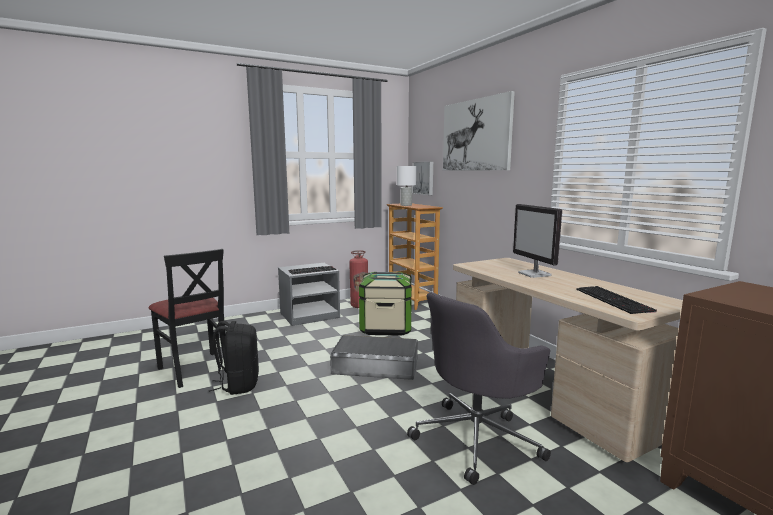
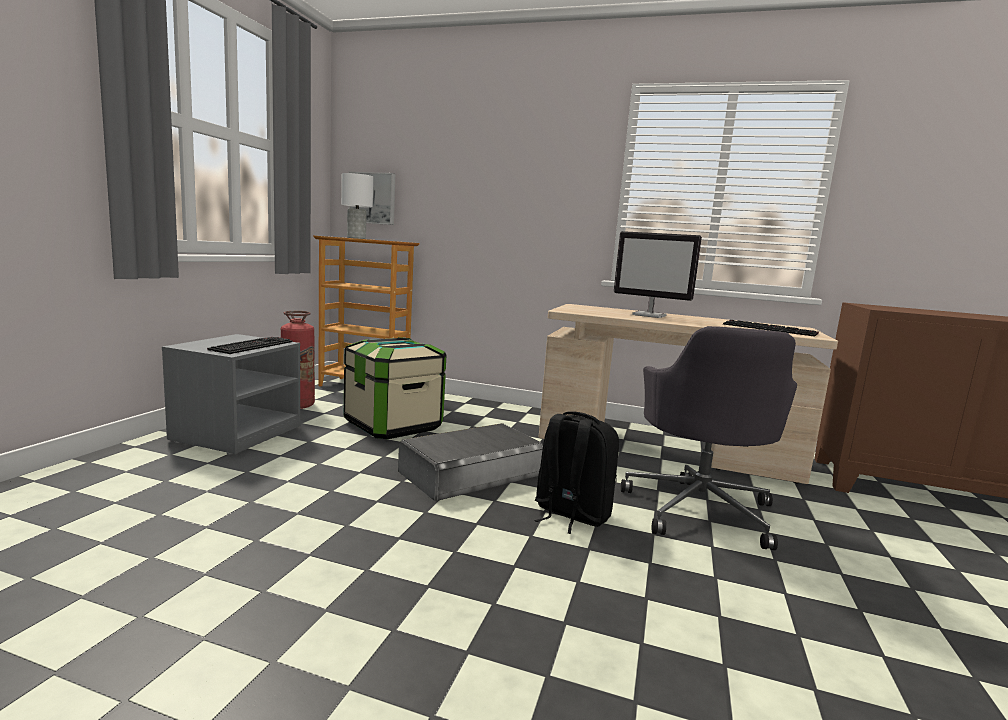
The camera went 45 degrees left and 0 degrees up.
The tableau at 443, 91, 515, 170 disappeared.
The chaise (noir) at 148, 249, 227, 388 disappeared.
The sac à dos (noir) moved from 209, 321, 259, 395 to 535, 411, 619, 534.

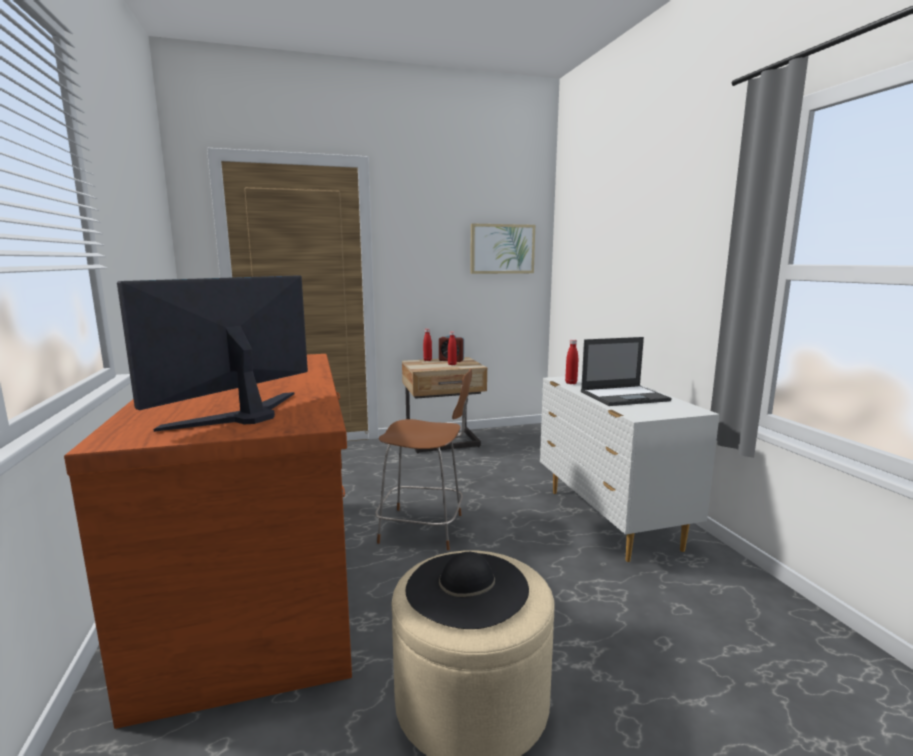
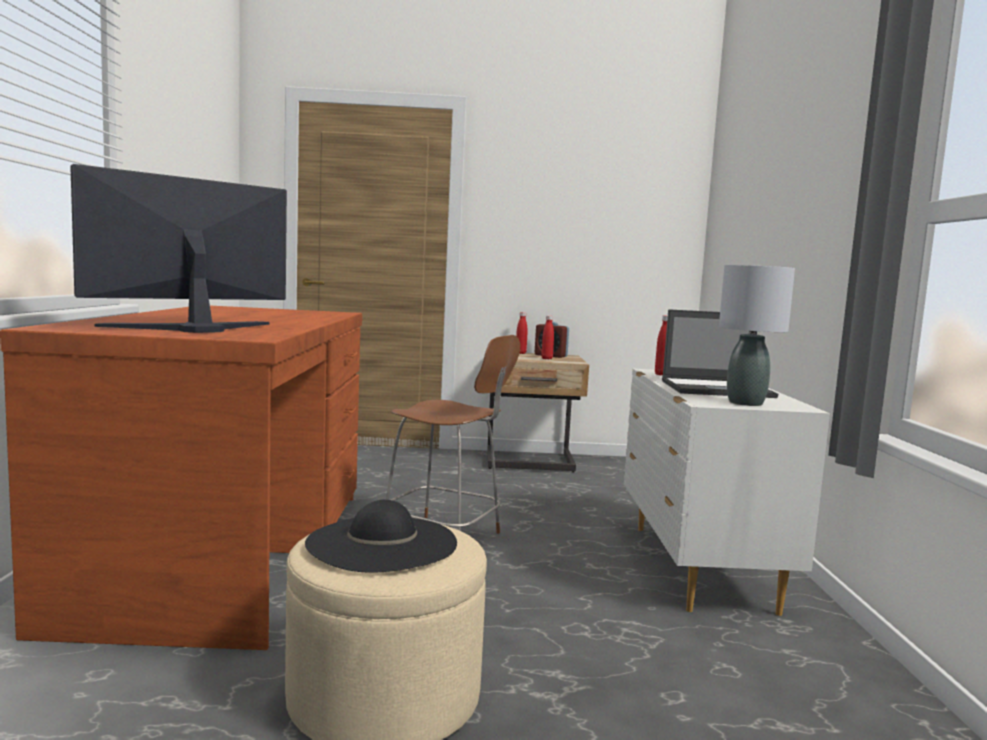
The camera went 15 degrees right and 5 degrees down.
The tableau at 470, 224, 535, 274 disappeared.
The lampe de table (gris) at 719, 265, 795, 406 appeared.

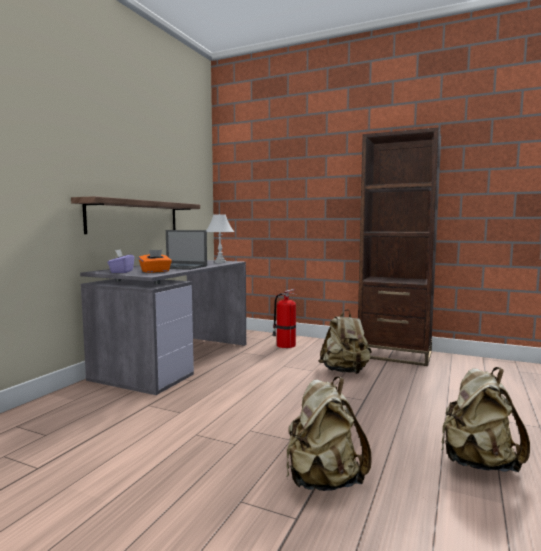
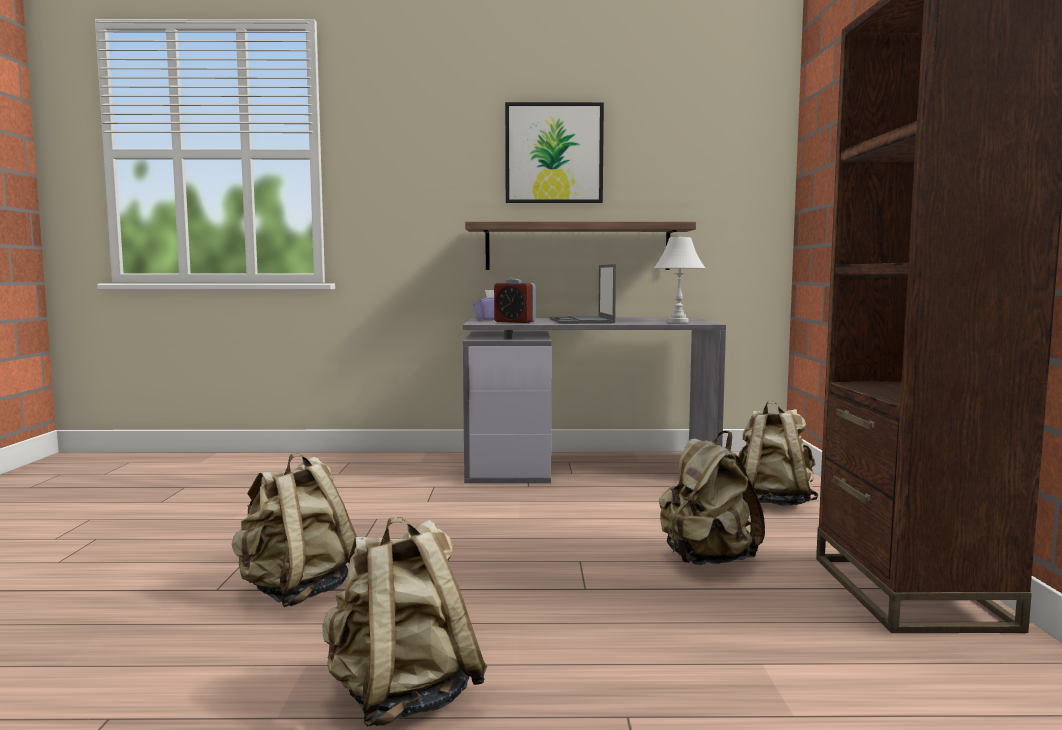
The camera went 65 degrees right and 0 degrees up.
The boîte à mouchoirs (orange) at 139, 250, 172, 273 was replaced by the réveil at 494, 279, 536, 323.
The extincteur at 272, 289, 297, 348 was replaced by the sac à dos (beige) at 738, 401, 818, 506.
The tableau at 505, 102, 604, 203 appeared.

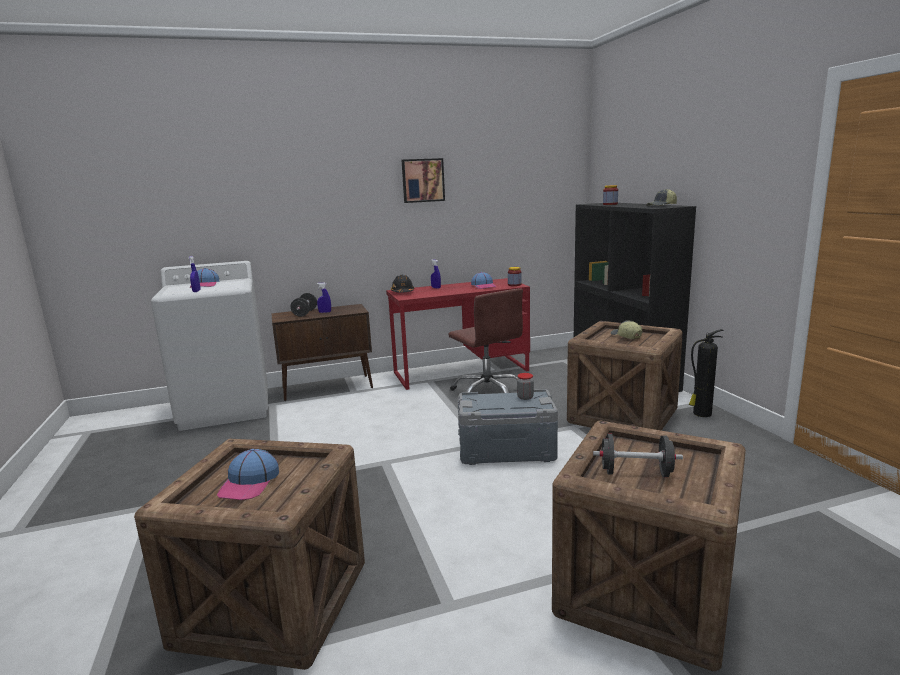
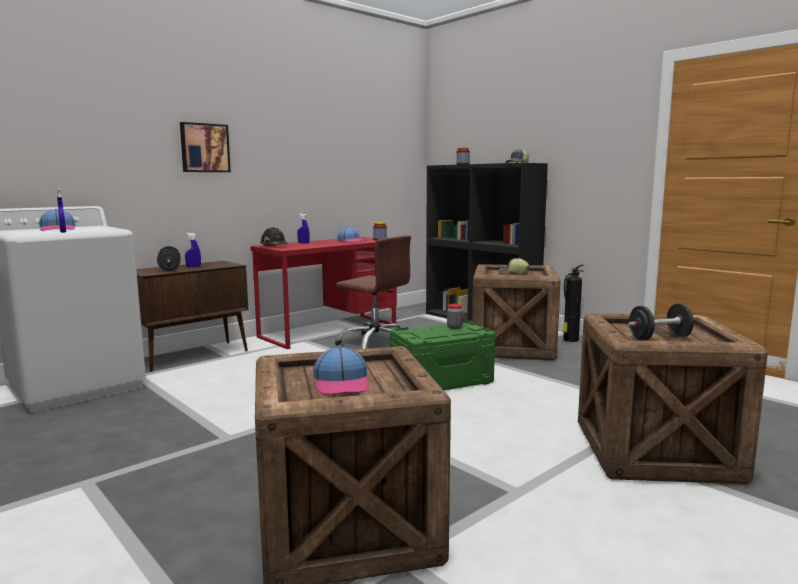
The camera went 25 degrees left and 5 degrees down.
The tableau moved from 402, 158, 445, 203 to 180, 122, 231, 172.
The boîte de rangement (gris) at 458, 389, 558, 465 became the boîte de rangement (vert) at 390, 320, 495, 390.

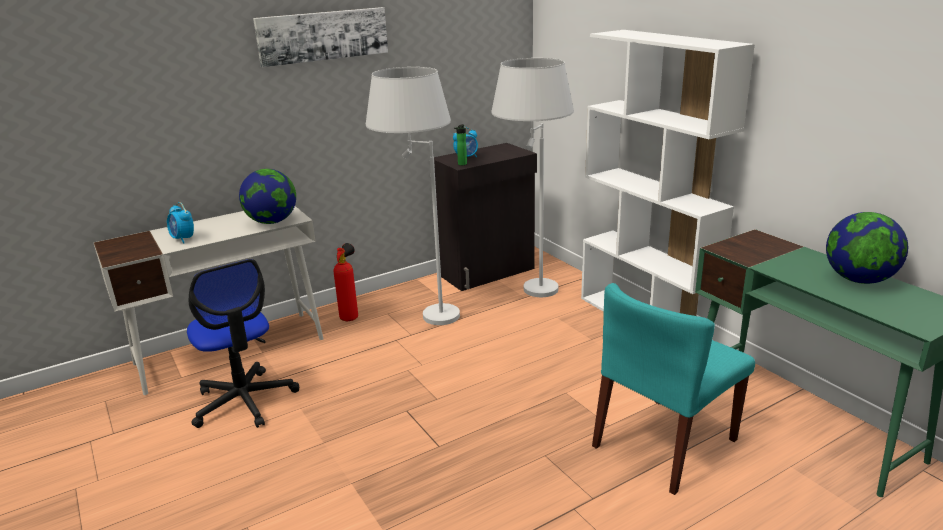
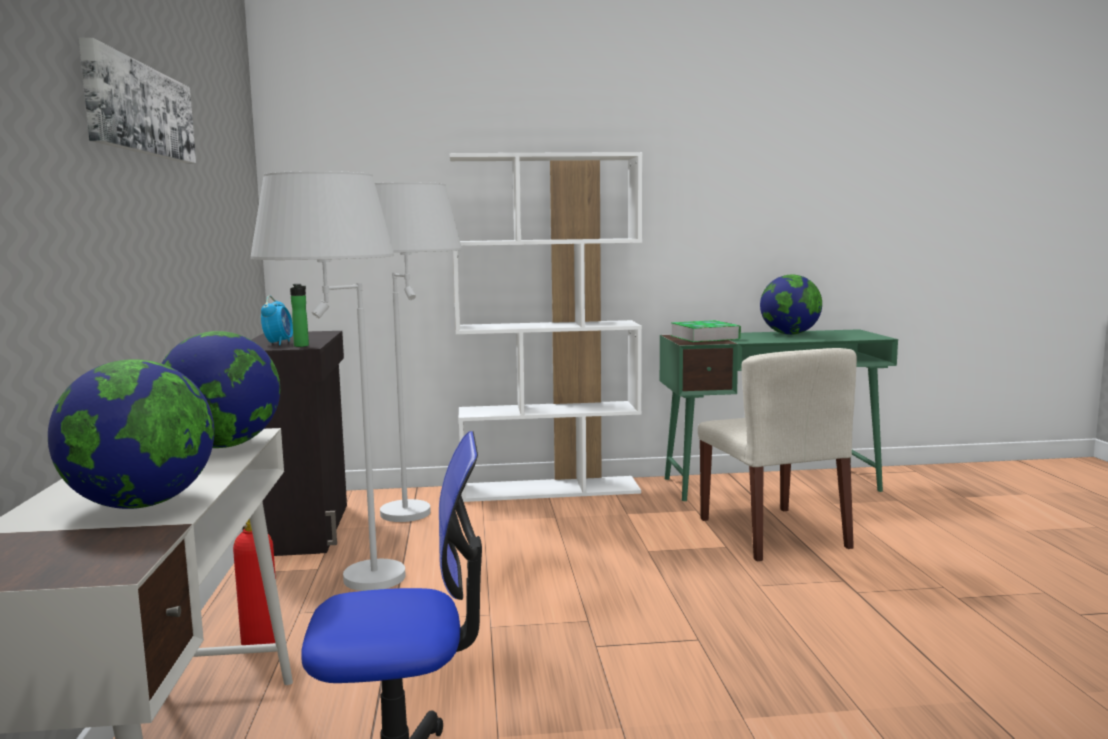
The camera went 65 degrees left and 15 degrees down.
The réveil at 167, 202, 194, 244 was replaced by the globe at 48, 359, 214, 509.
The chaise (turquoise) at 592, 283, 755, 495 became the chaise (beige) at 698, 348, 857, 561.
The livre at 671, 320, 741, 342 appeared.

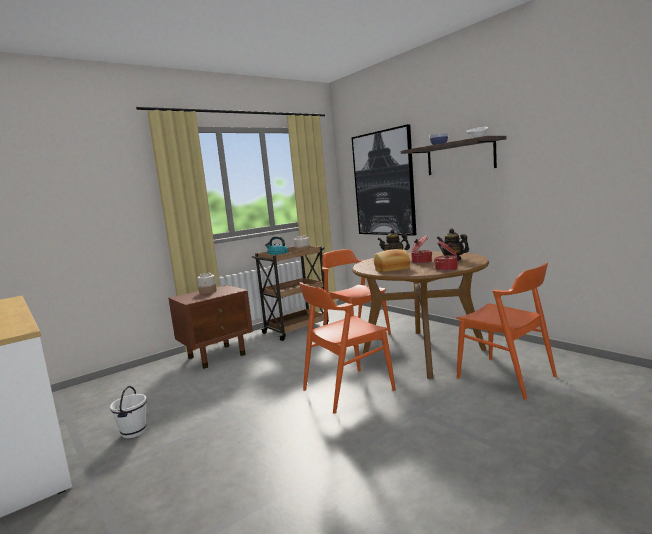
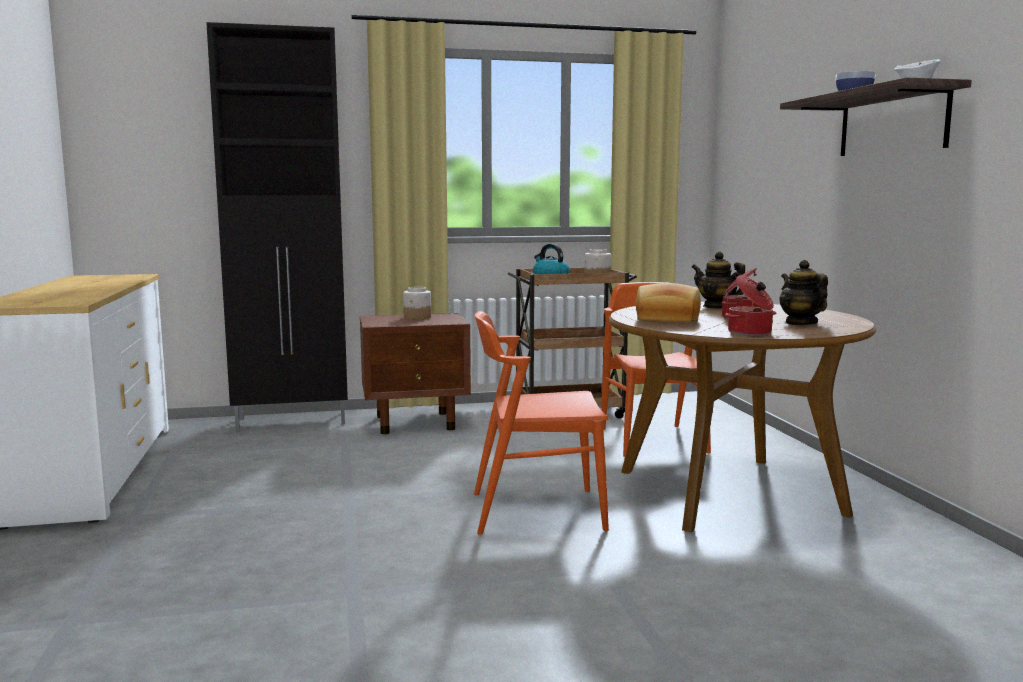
The camera went 25 degrees right and 0 degrees up.
The tableau at 352, 124, 416, 236 disappeared.
The chaise (orange) at 457, 263, 557, 400 disappeared.
The seau (blanc) at 110, 386, 147, 438 disappeared.
The meuble de rangement (noir) at 206, 22, 348, 430 appeared.

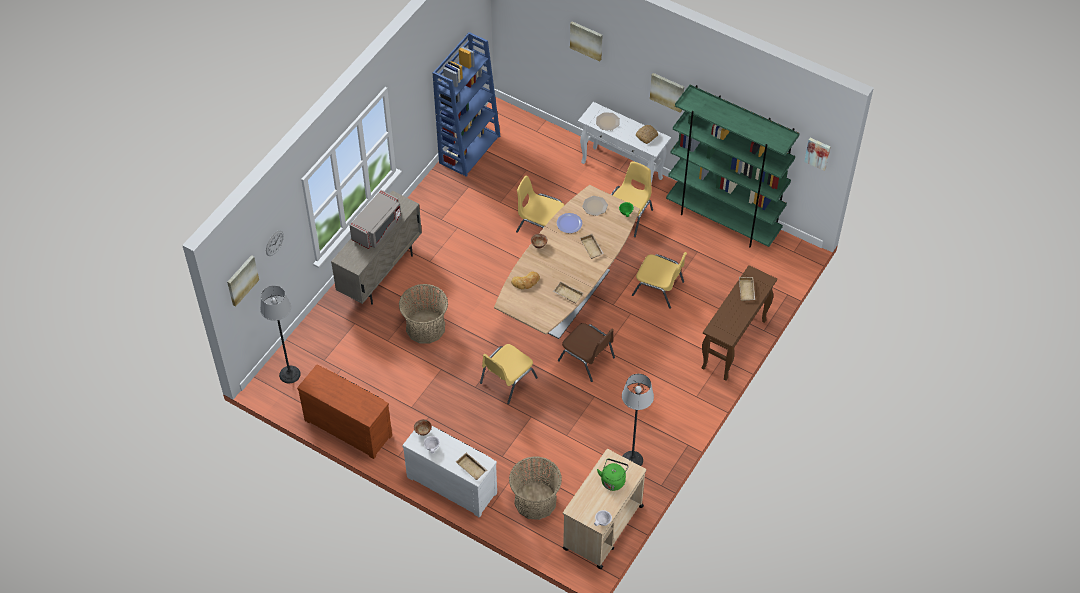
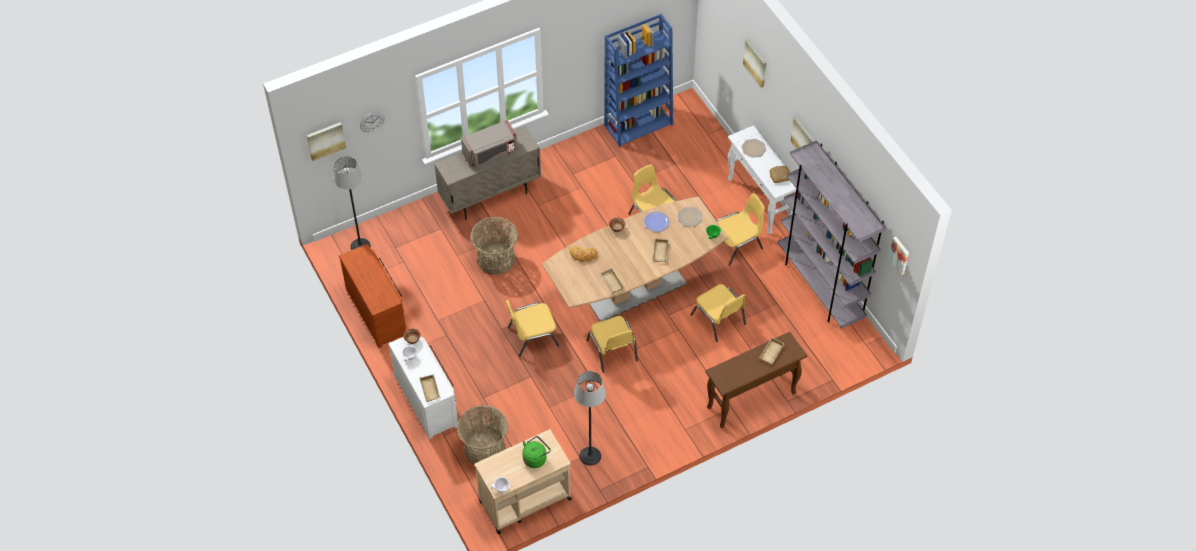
The camera went 30 degrees right and 0 degrees up.
The bibliothèque (vert) at 666, 85, 800, 247 became the bibliothèque (gris) at 778, 140, 886, 329.
The chaise (marron) at 558, 323, 615, 382 became the chaise (jaune) at 586, 316, 638, 372.

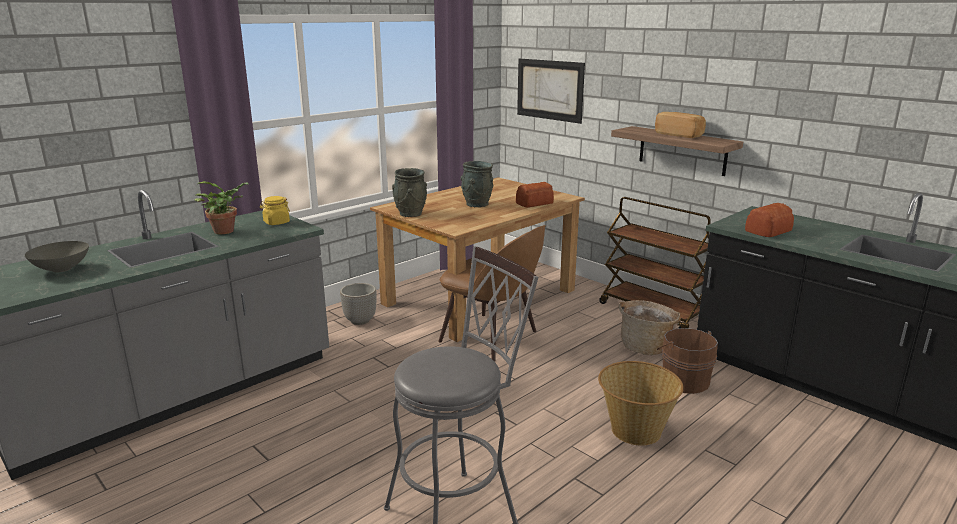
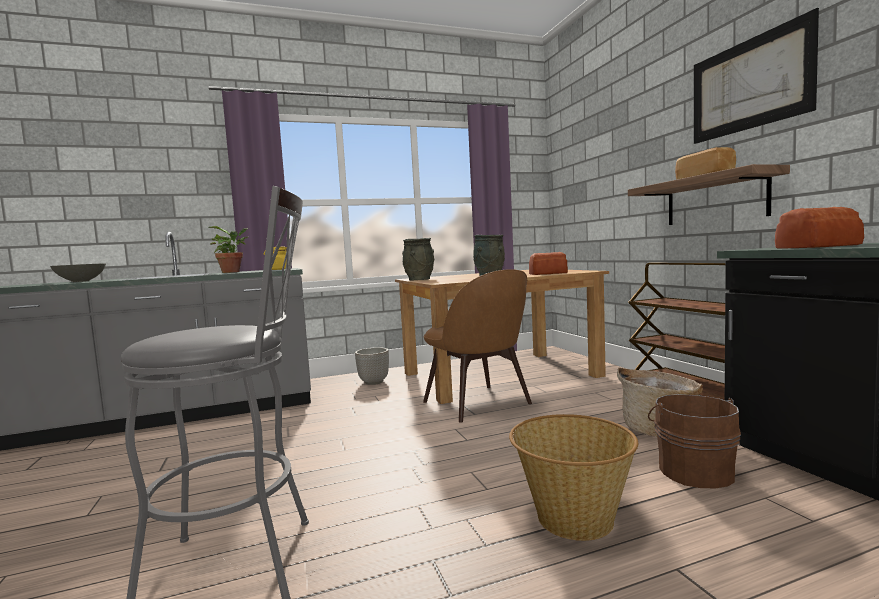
The camera went 25 degrees right and 15 degrees down.
The tableau moved from 517, 59, 585, 124 to 694, 8, 819, 144.

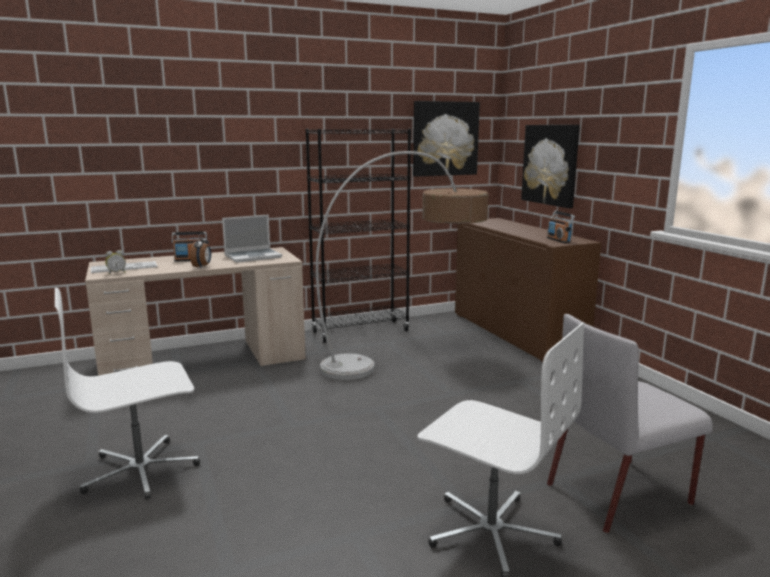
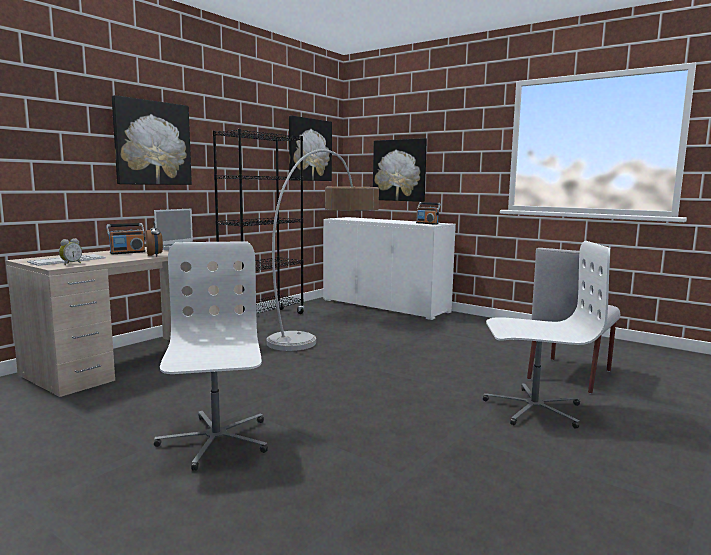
The camera went 30 degrees left and 5 degrees down.
The meuble de rangement (marron) at 455, 218, 601, 362 became the meuble de rangement (blanc) at 323, 217, 456, 320.
The chaise de bureau (blanc) at 55, 288, 200, 500 turned 135 degrees clockwise.
The tableau at 112, 95, 192, 185 appeared.

